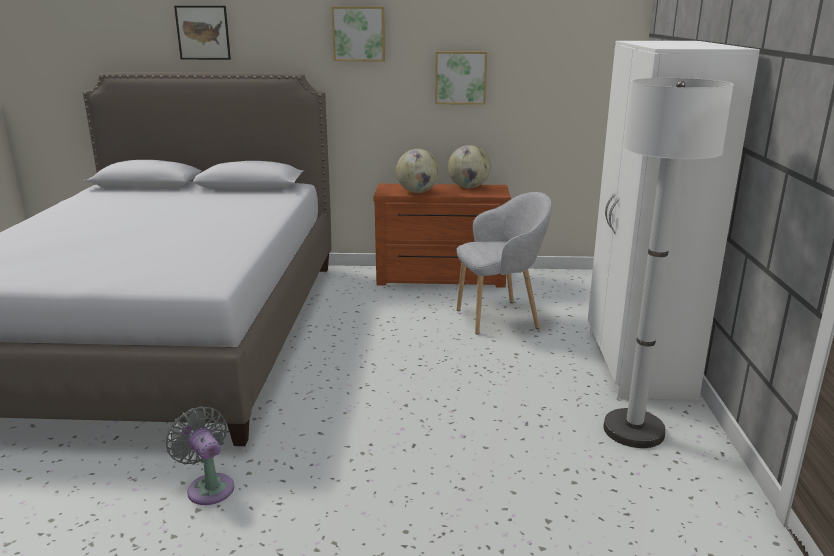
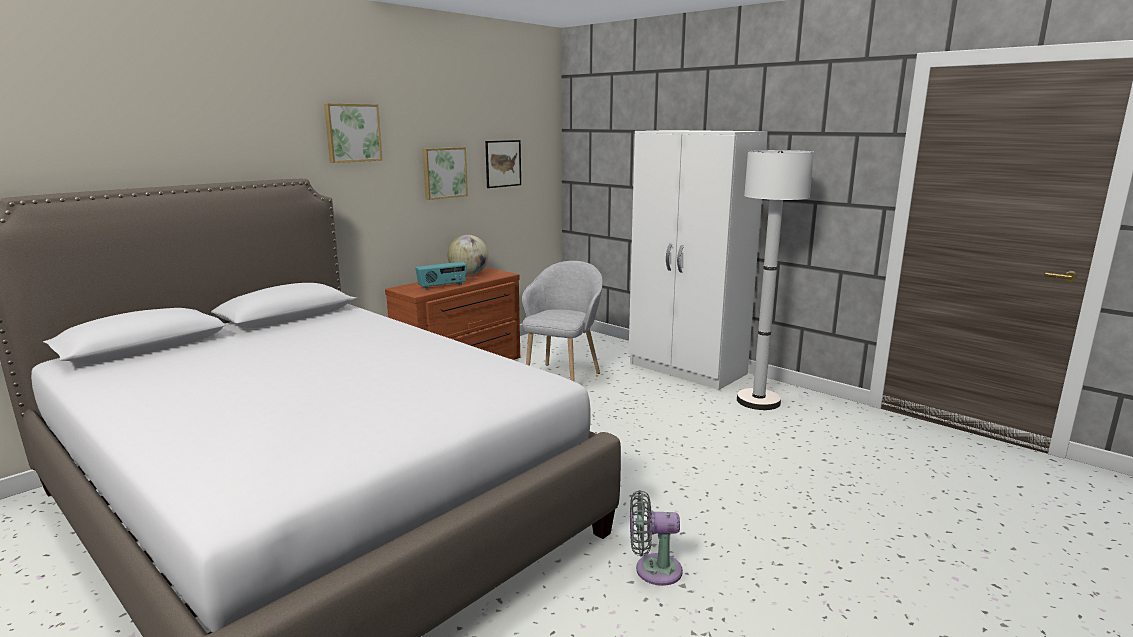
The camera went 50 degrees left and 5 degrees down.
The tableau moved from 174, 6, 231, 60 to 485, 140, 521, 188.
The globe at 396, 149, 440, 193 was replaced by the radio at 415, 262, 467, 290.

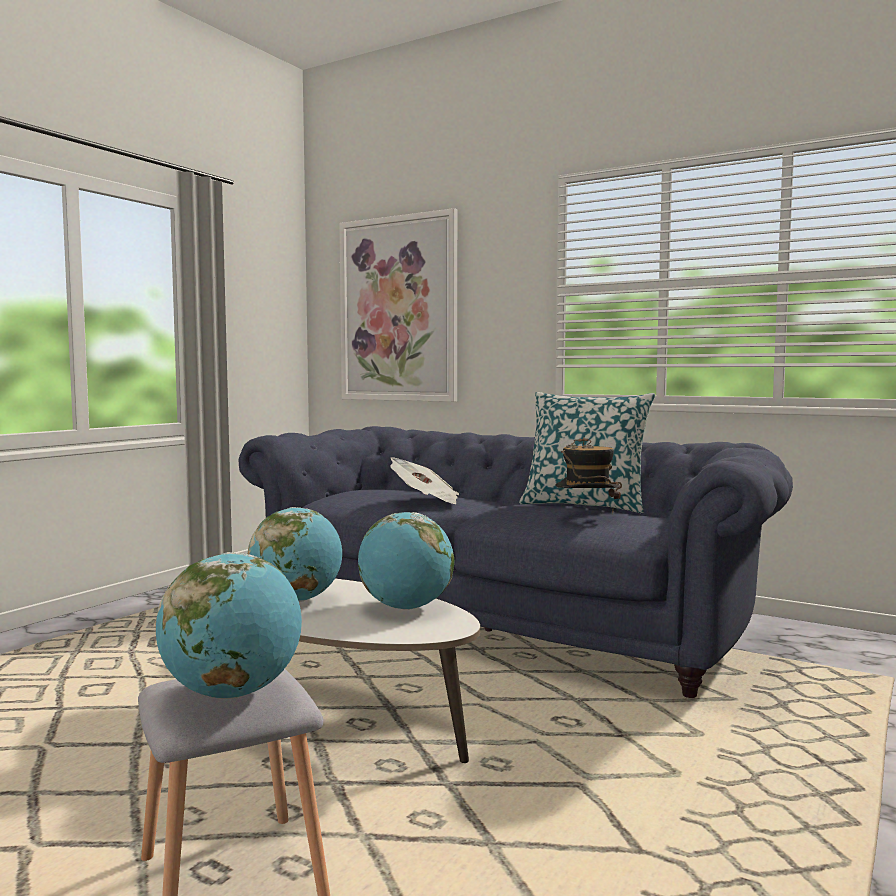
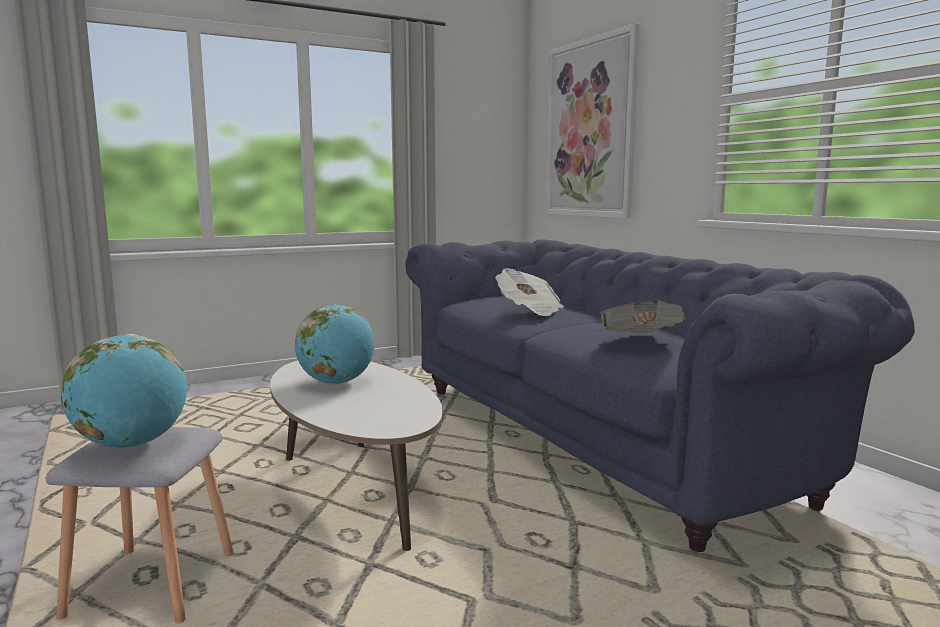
The camera went 30 degrees right and 5 degrees up.
The coussin at 519, 392, 655, 513 disappeared.
The chapeau at 556, 437, 622, 512 was replaced by the journal at 600, 300, 685, 333.
The globe at 358, 512, 454, 610 disappeared.

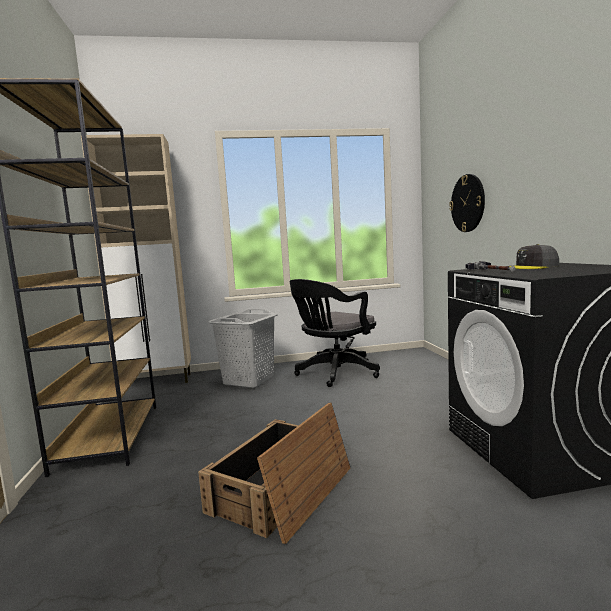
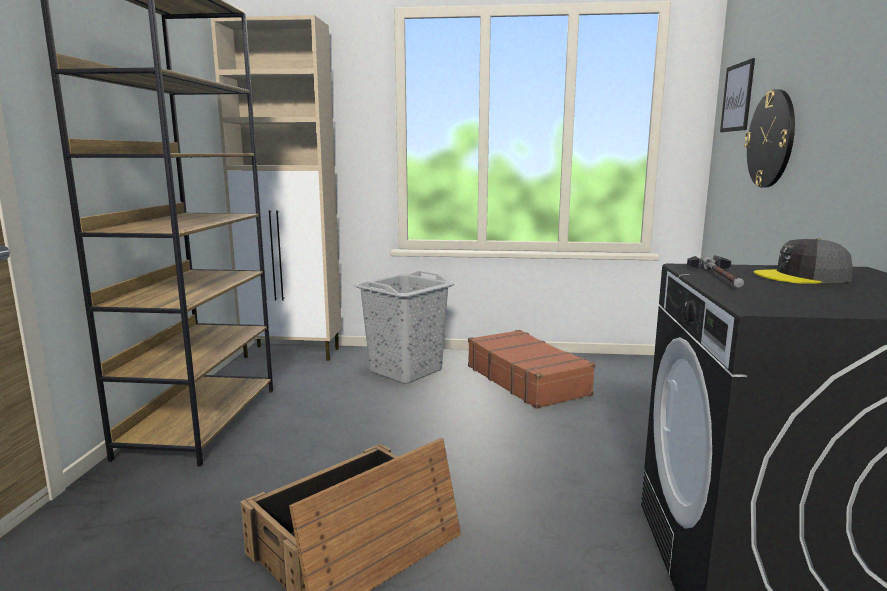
The camera went 15 degrees right and 5 degrees up.
The chaise de bureau (noir) at 290, 279, 380, 387 was replaced by the valise (marron) at 468, 330, 595, 409.
The tableau at 720, 58, 755, 132 appeared.

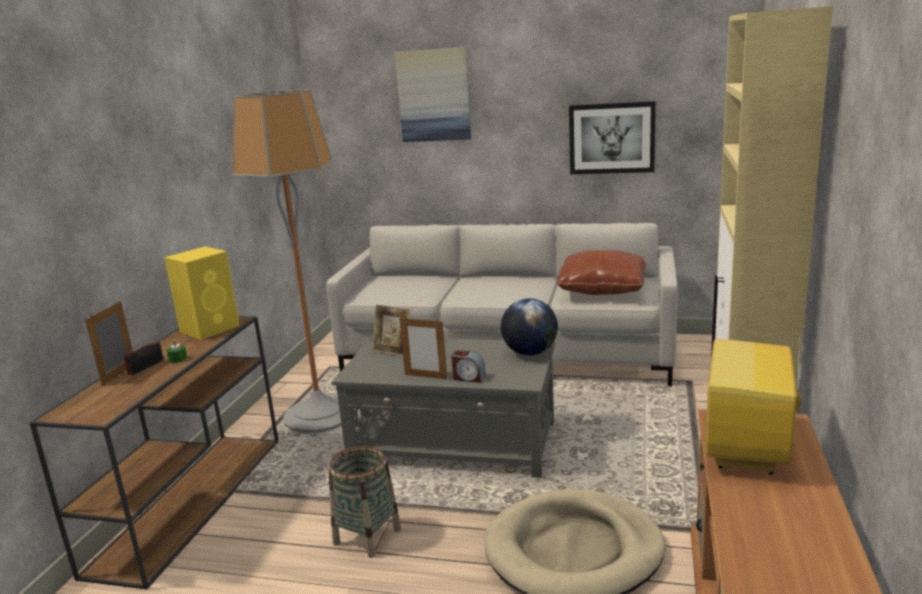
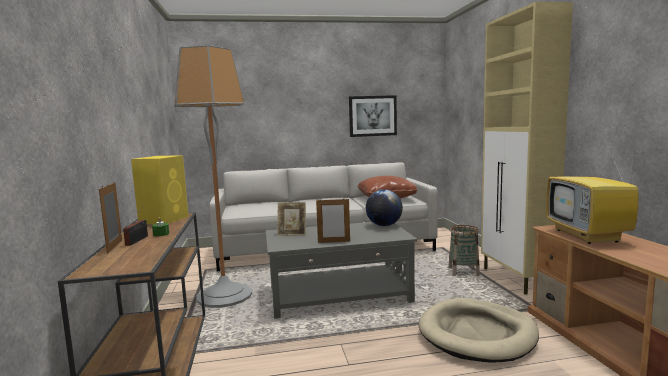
The camera went 25 degrees left and 10 degrees down.
The tableau at 395, 47, 471, 142 disappeared.
The réveil at 451, 350, 485, 383 disappeared.
The panier moved from 329, 446, 401, 558 to 449, 225, 480, 276.

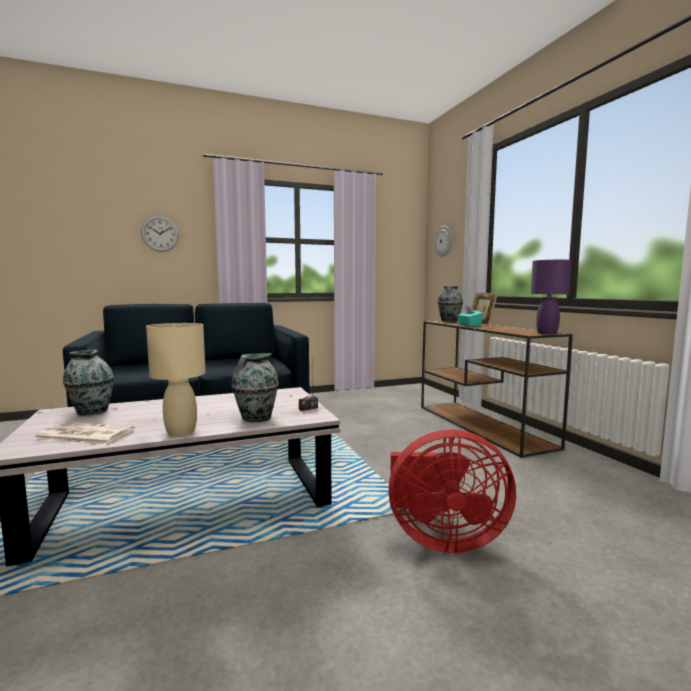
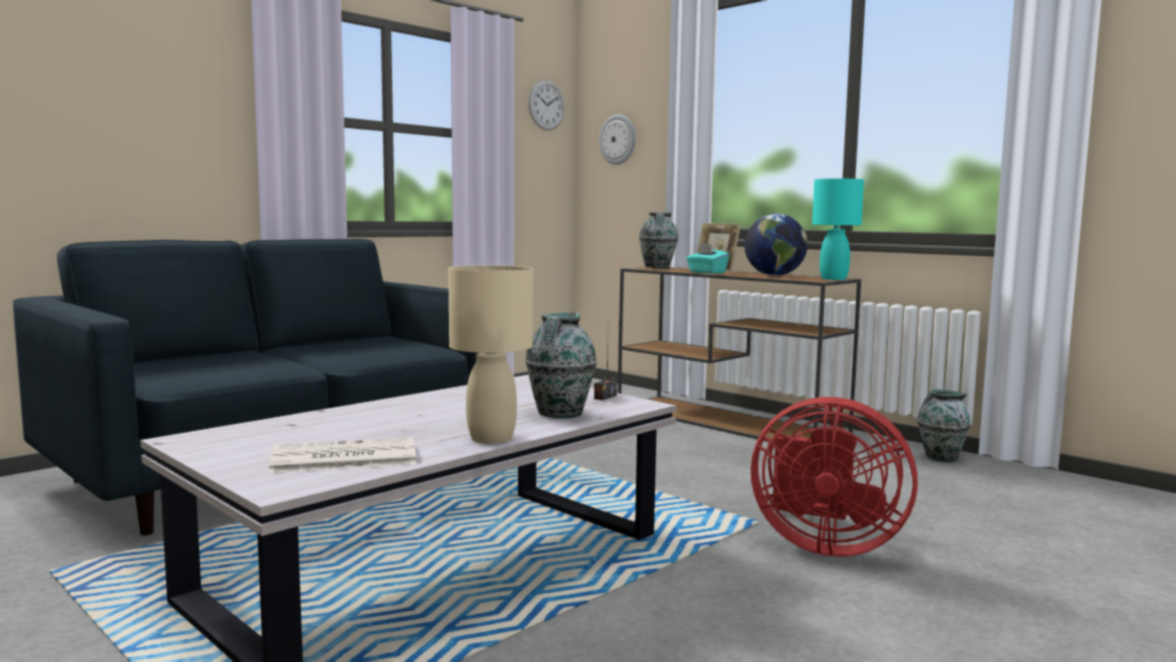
The camera went 25 degrees left and 0 degrees up.
The horloge murale moved from 141, 216, 179, 252 to 528, 80, 565, 130.
The lampe de table (violet) at 531, 260, 571, 334 became the lampe de table (turquoise) at 812, 179, 864, 280.
The vase moved from 63, 350, 114, 416 to 918, 389, 970, 462.
The ventilateur (rouge) at 389, 429, 516, 553 turned 45 degrees clockwise.
The globe at 744, 214, 808, 276 appeared.

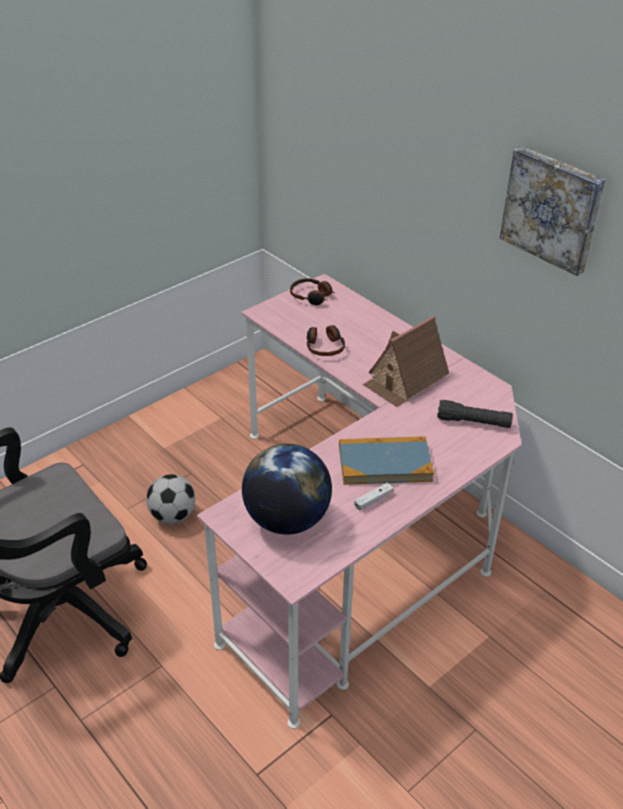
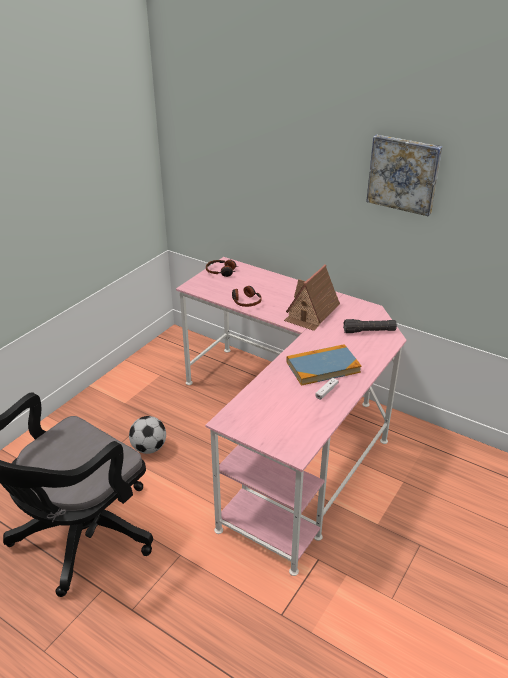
The camera went 15 degrees left and 5 degrees down.
The globe at 242, 444, 332, 535 disappeared.

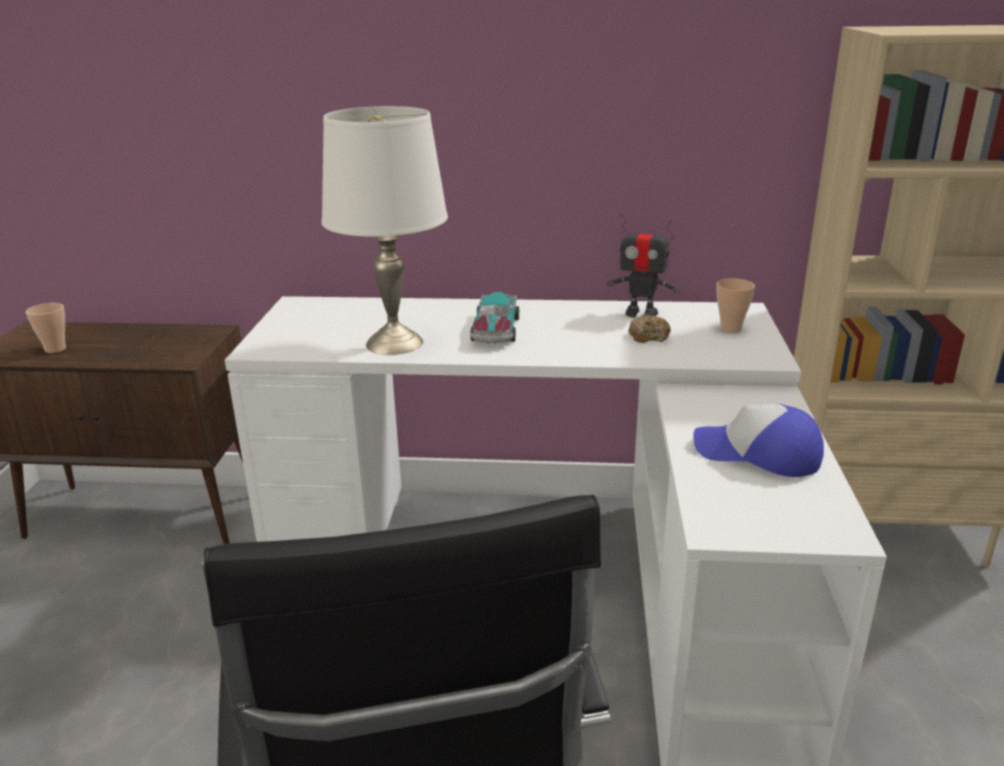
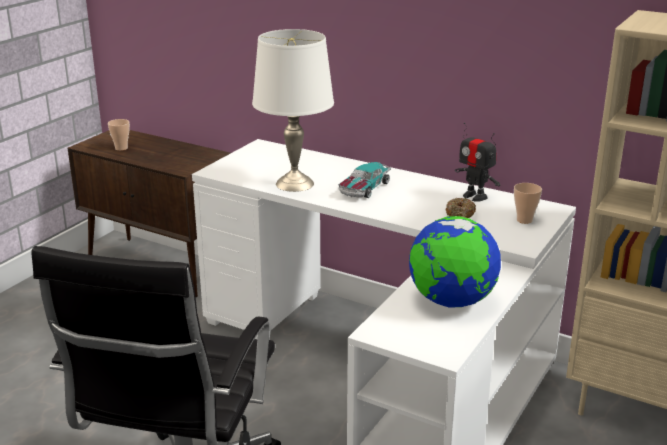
The camera went 25 degrees right and 0 degrees up.
The casquette at 693, 403, 824, 477 was replaced by the globe at 409, 216, 501, 308.

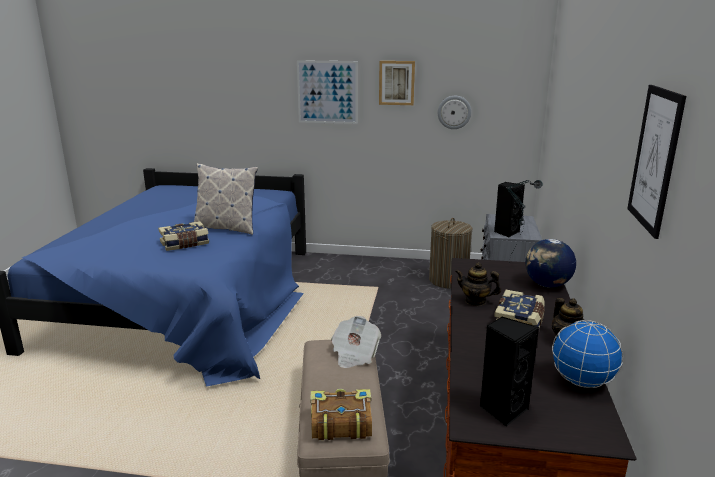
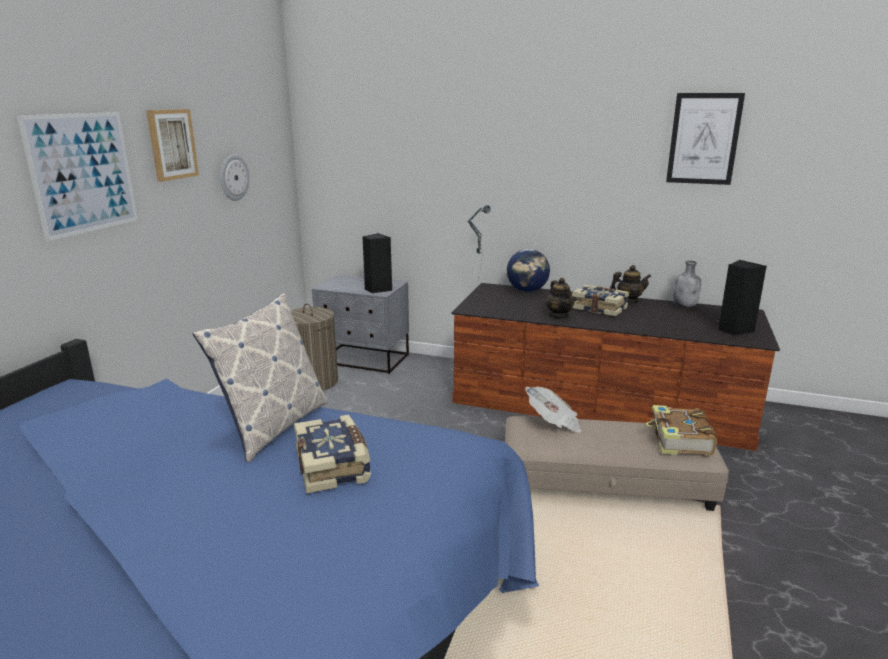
The camera went 80 degrees left and 0 degrees up.
The théière at 455, 262, 501, 306 turned 45 degrees counterclockwise.
The globe at 552, 320, 623, 388 was replaced by the bouteille (gris) at 674, 261, 701, 308.

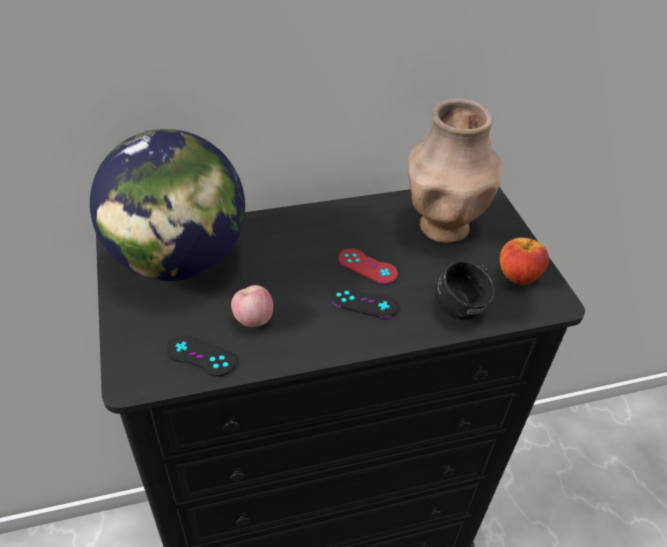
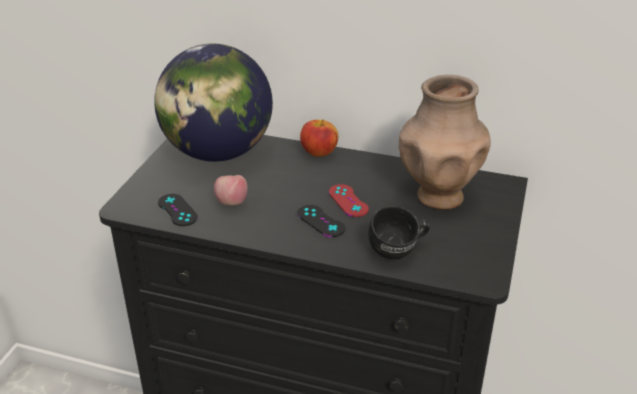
The camera went 35 degrees right and 10 degrees down.
The pomme moved from 500, 238, 549, 285 to 300, 119, 338, 157.

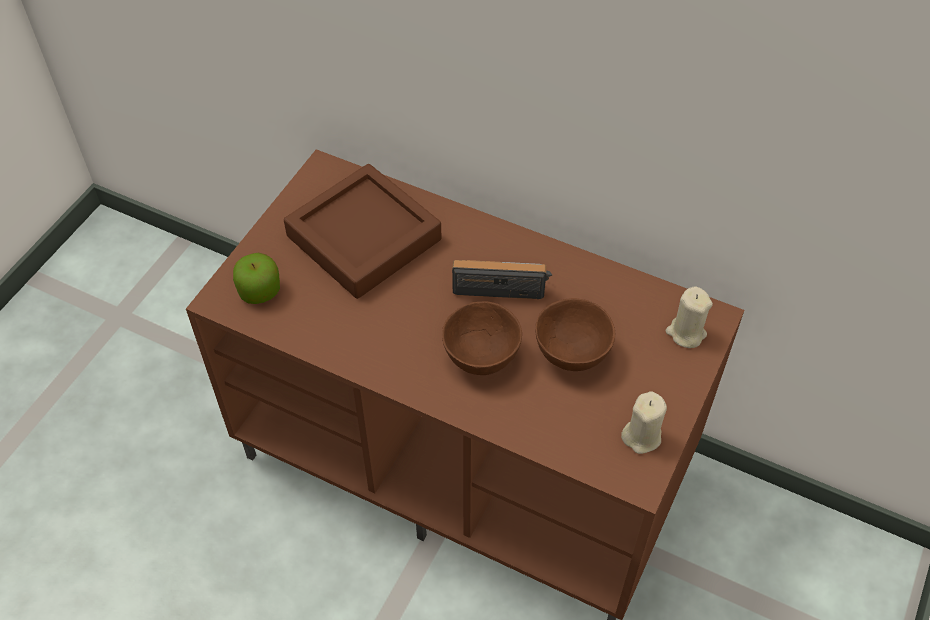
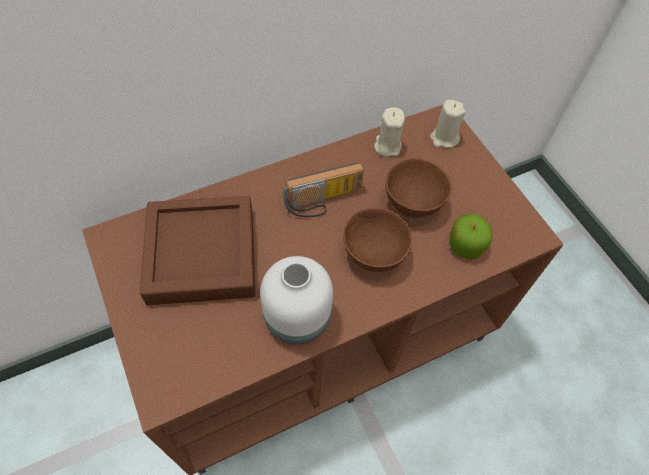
The camera went 55 degrees left and 5 degrees up.
The pomme moved from 233, 253, 280, 304 to 450, 214, 493, 259.
The radio at 452, 260, 552, 299 turned 150 degrees counterclockwise.
The bougie (beige) moved from 621, 391, 667, 454 to 374, 107, 405, 157.
The vase (blanc) at 260, 256, 333, 344 appeared.

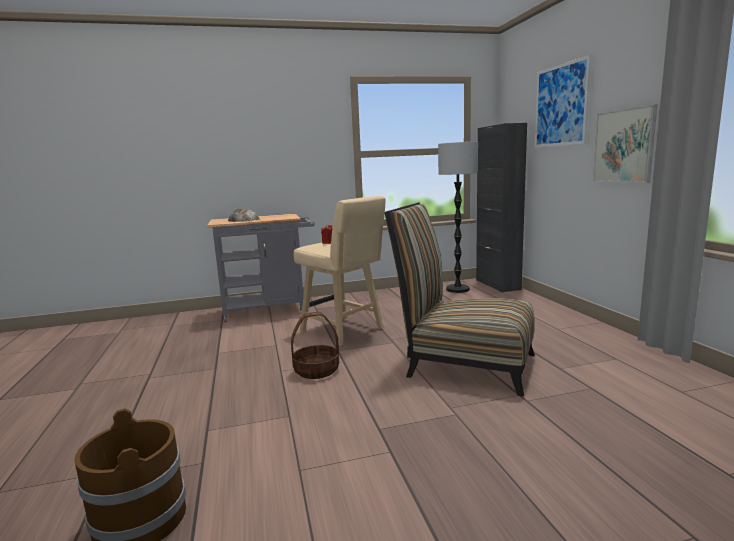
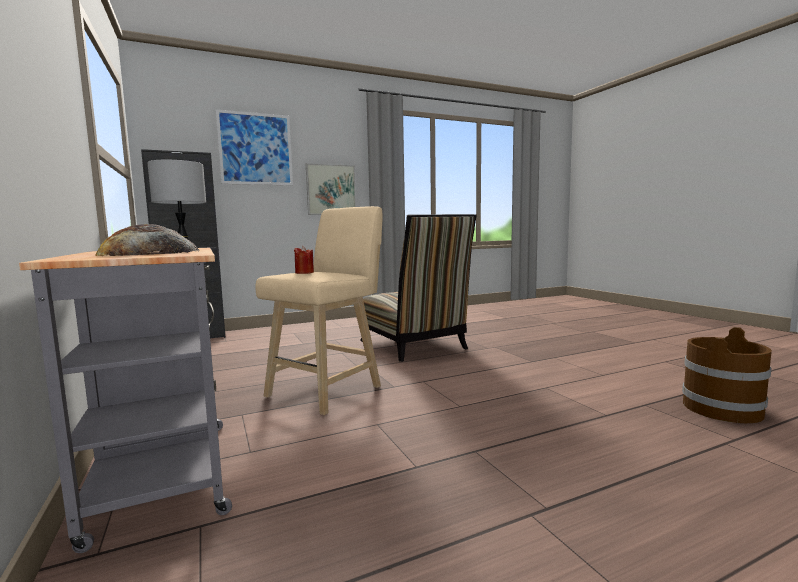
The camera went 100 degrees left and 5 degrees down.
The chaise at 385, 202, 535, 397 turned 45 degrees counterclockwise.
The panier at 291, 312, 339, 379 disappeared.

